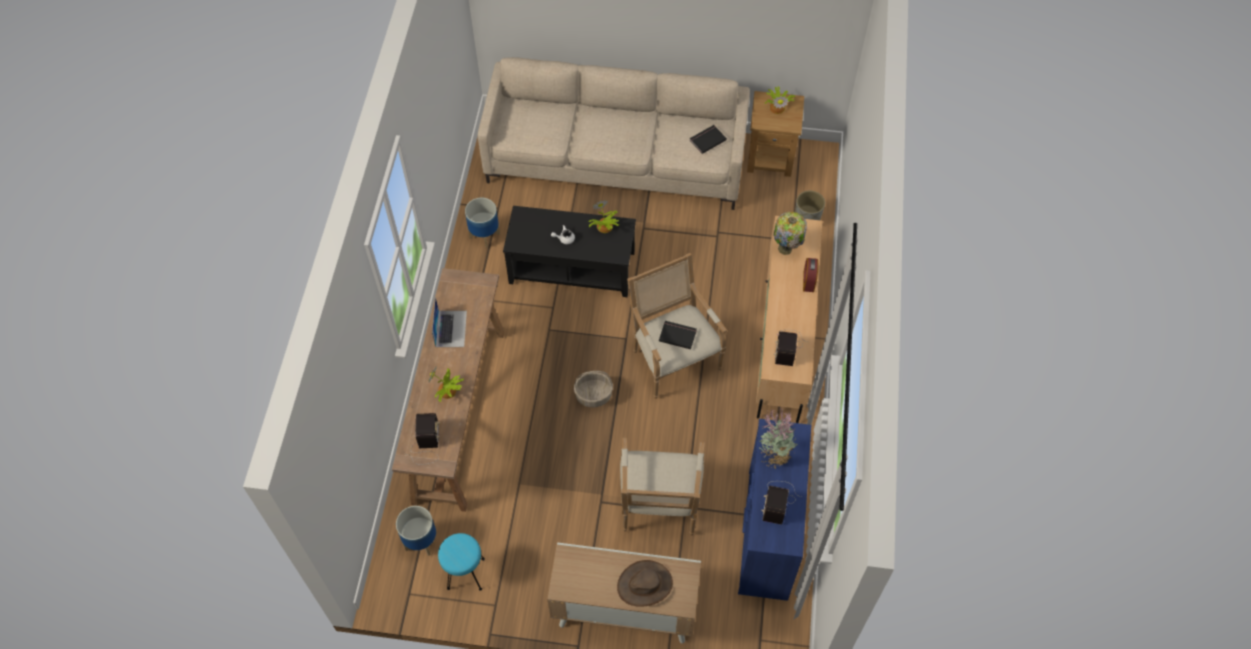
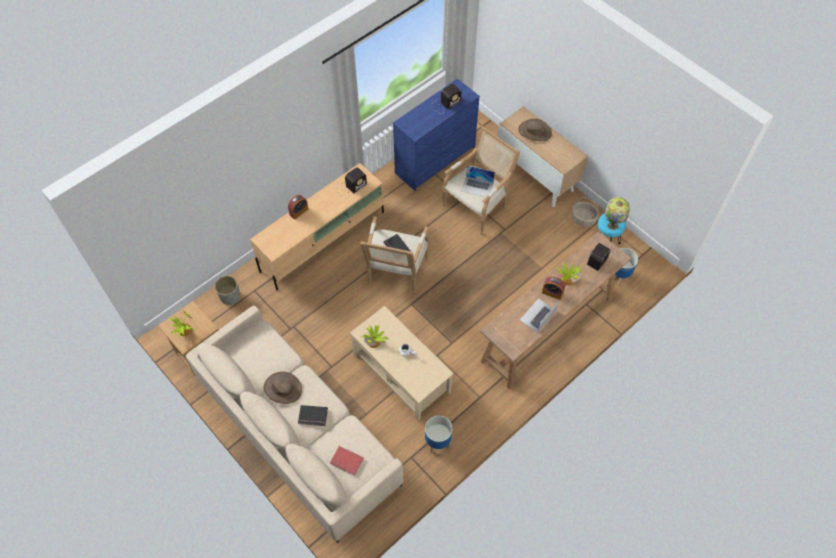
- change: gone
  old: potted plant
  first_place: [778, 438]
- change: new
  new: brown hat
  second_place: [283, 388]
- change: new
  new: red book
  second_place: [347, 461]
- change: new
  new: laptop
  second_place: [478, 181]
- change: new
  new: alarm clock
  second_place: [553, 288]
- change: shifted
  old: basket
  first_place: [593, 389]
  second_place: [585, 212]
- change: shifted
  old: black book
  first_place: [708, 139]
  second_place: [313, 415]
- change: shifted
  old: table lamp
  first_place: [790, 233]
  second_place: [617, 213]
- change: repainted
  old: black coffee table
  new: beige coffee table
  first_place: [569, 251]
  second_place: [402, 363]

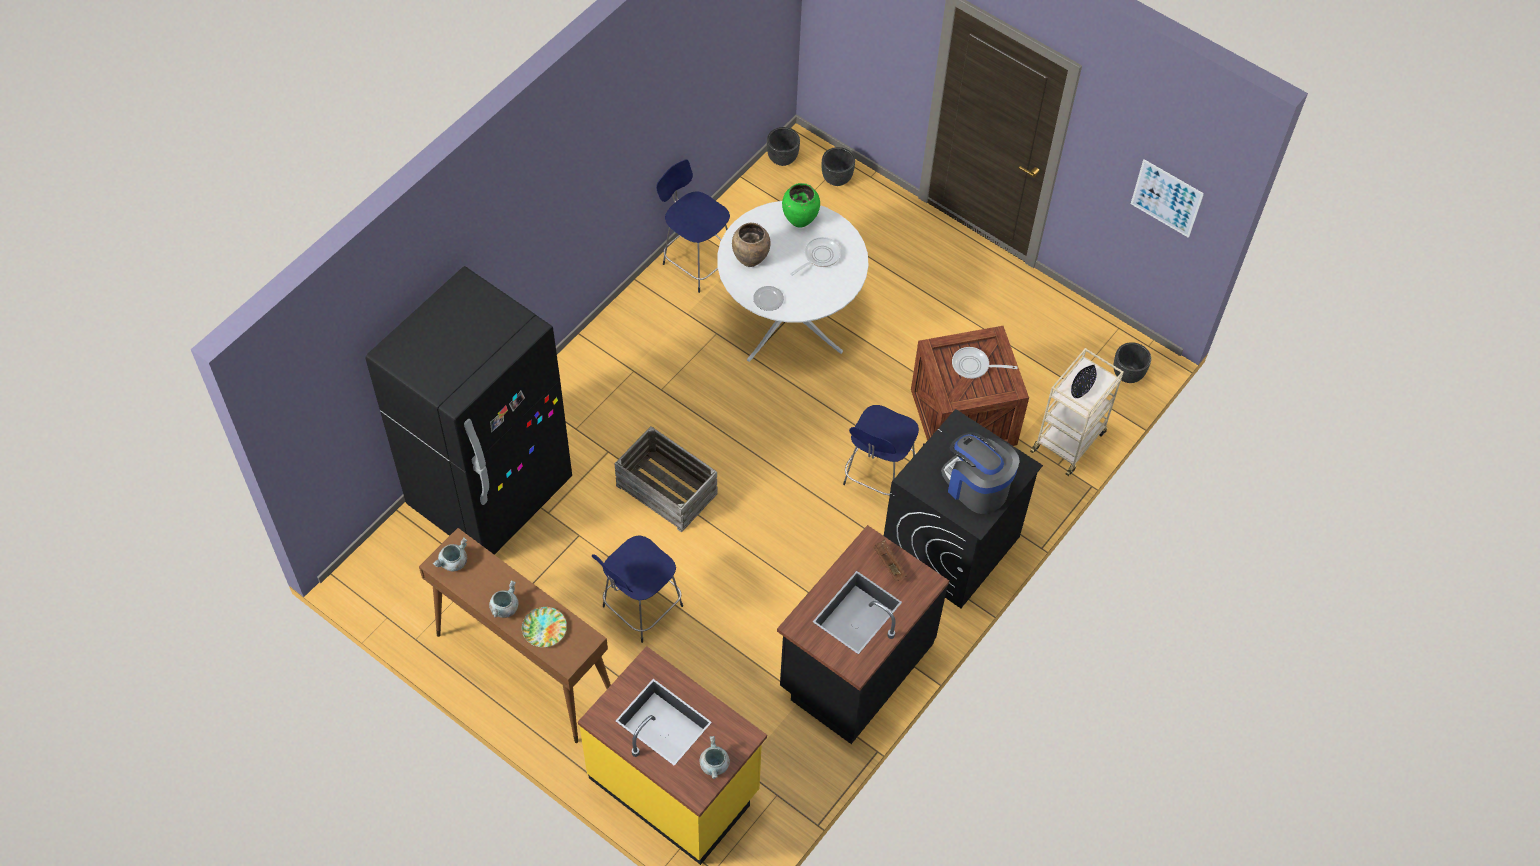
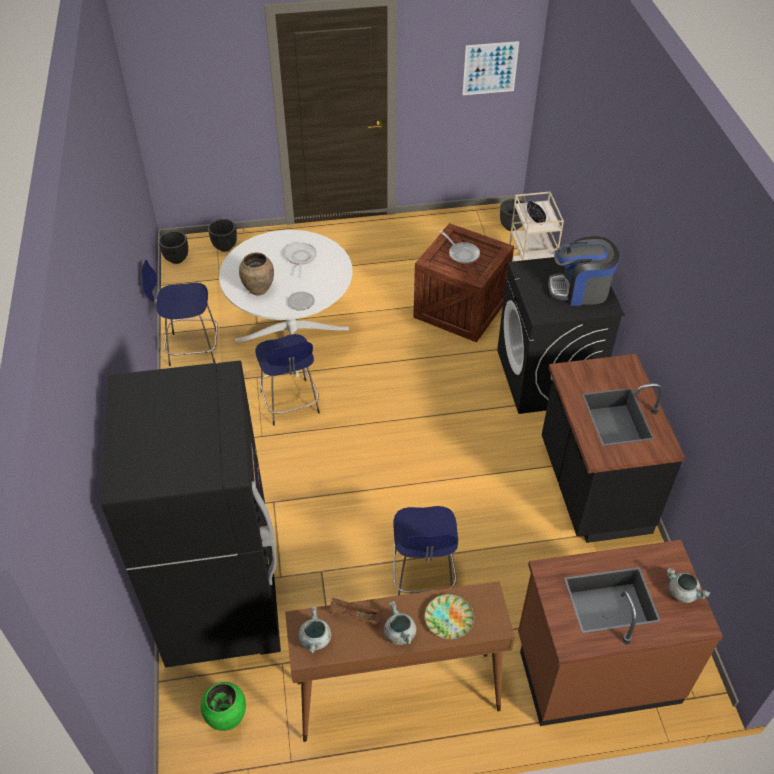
- change: gone
  old: crate
  first_place: [666, 479]
- change: shifted
  old: green vase
  first_place: [801, 205]
  second_place: [223, 706]
- change: shifted
  old: blue stool
  first_place: [881, 450]
  second_place: [287, 380]
- change: shifted
  old: brown tray
  first_place: [890, 560]
  second_place: [355, 611]
- change: repainted
  old: yellow counter
  new: brown counter
  first_place: [672, 755]
  second_place: [620, 633]
- change: rotated
  old: frying pan
  first_place: [984, 363]
  second_place: [459, 247]
  degrees: -90

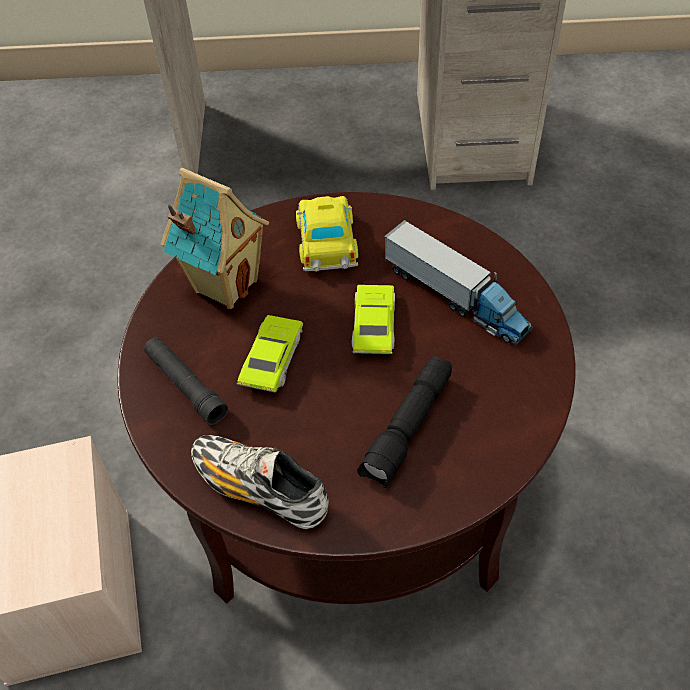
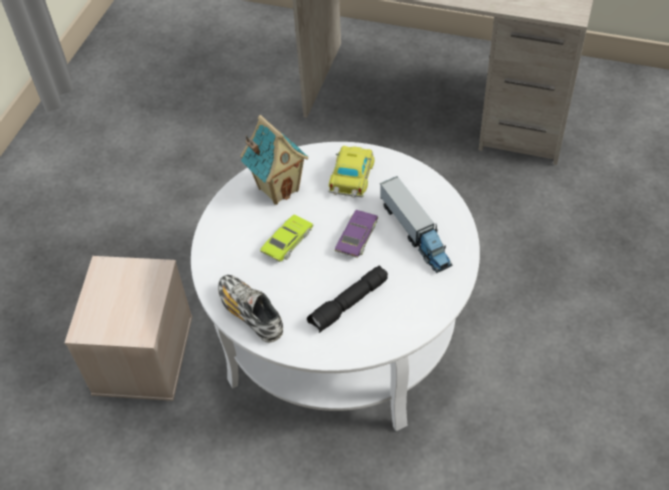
- change: gone
  old: black flashlight
  first_place: [186, 381]
- change: repainted
  old: brown coffee table
  new: white coffee table
  first_place: [346, 398]
  second_place: [335, 286]
- change: repainted
  old: green toy car
  new: purple toy car
  first_place: [373, 319]
  second_place: [356, 234]

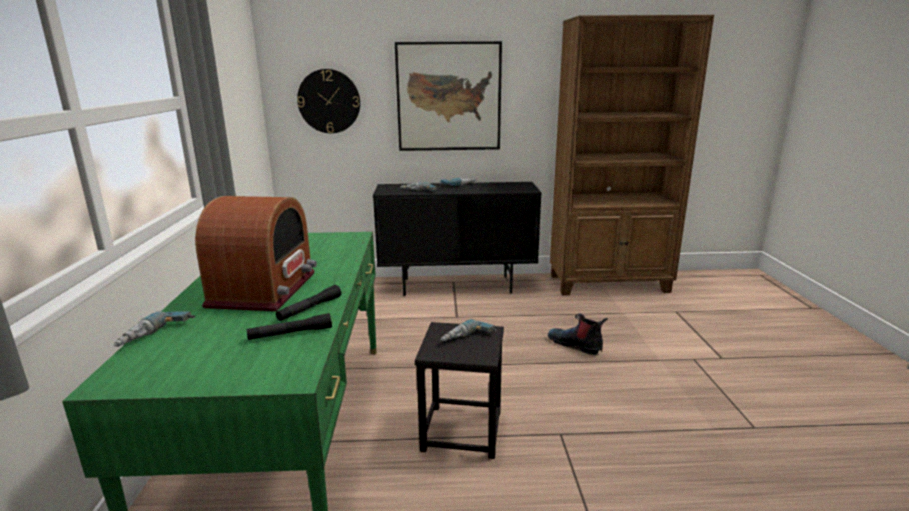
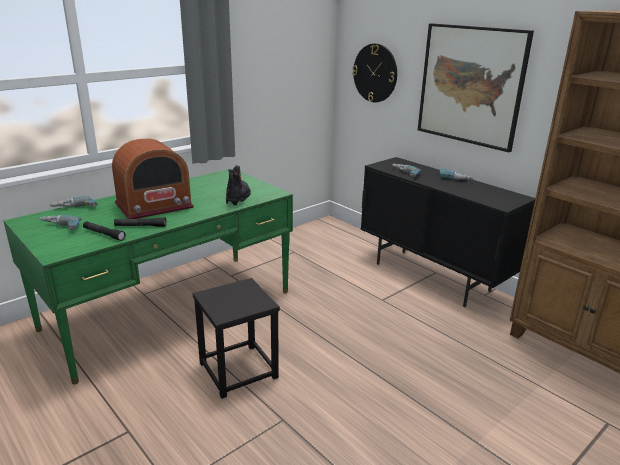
- change: shifted
  old: power drill
  first_place: [468, 330]
  second_place: [60, 222]
- change: shifted
  old: boot
  first_place: [578, 334]
  second_place: [238, 185]

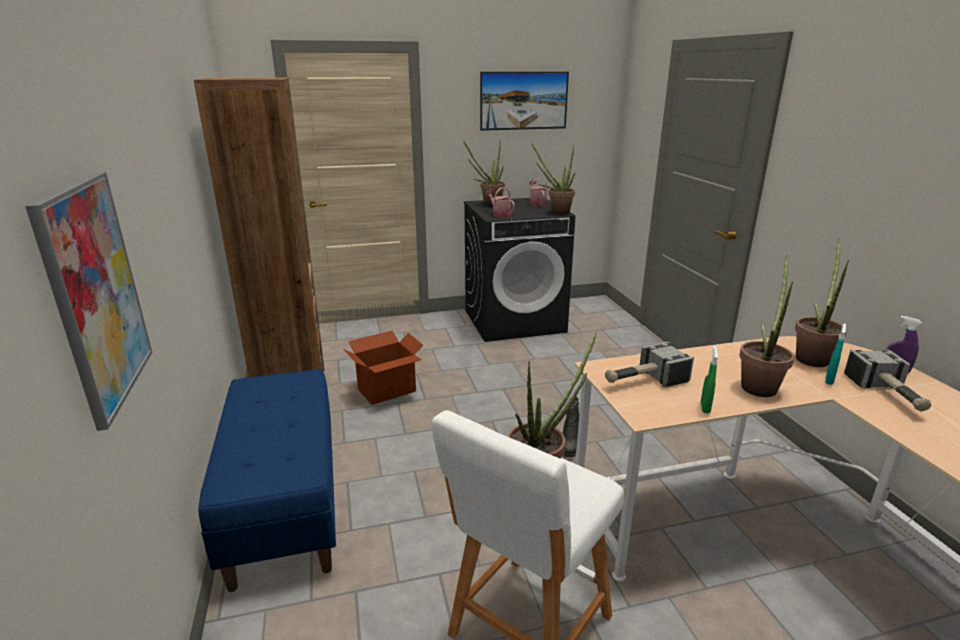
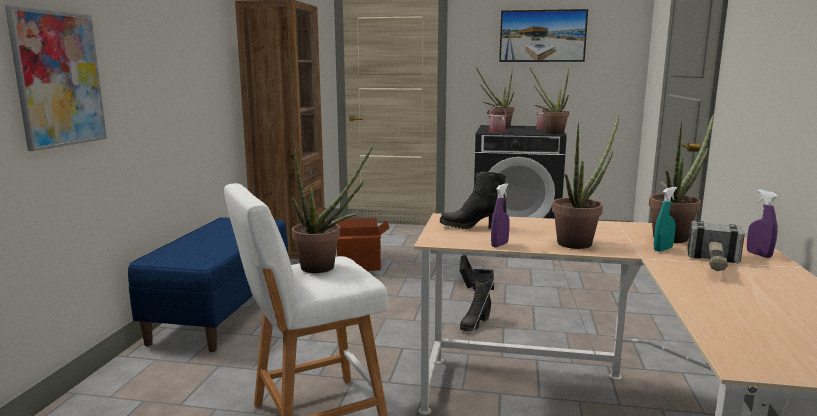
- change: new
  new: black storage box
  second_place: [476, 272]
- change: swapped
  old: hammer
  new: black boot
  first_place: [649, 364]
  second_place: [473, 200]
- change: repainted
  old: green spray bottle
  new: purple spray bottle
  first_place: [709, 379]
  second_place: [500, 215]

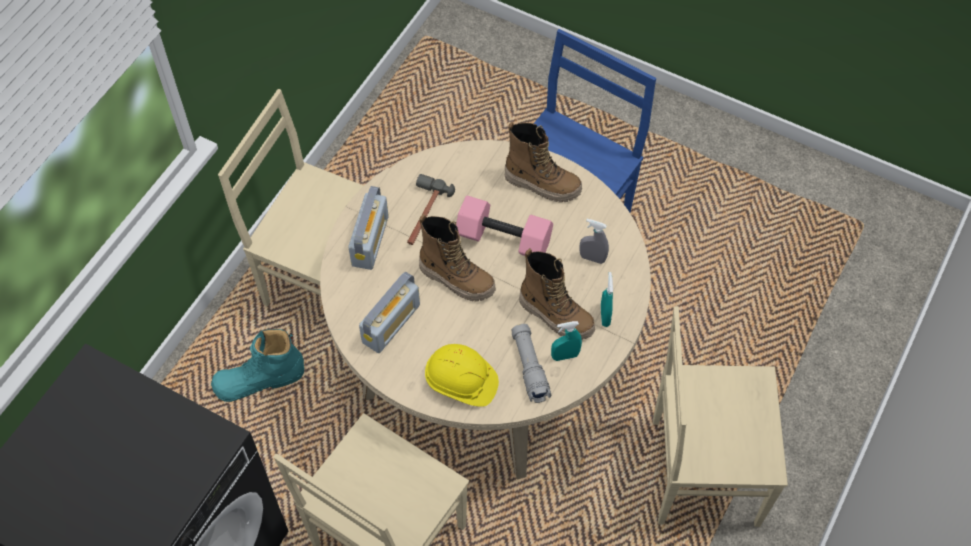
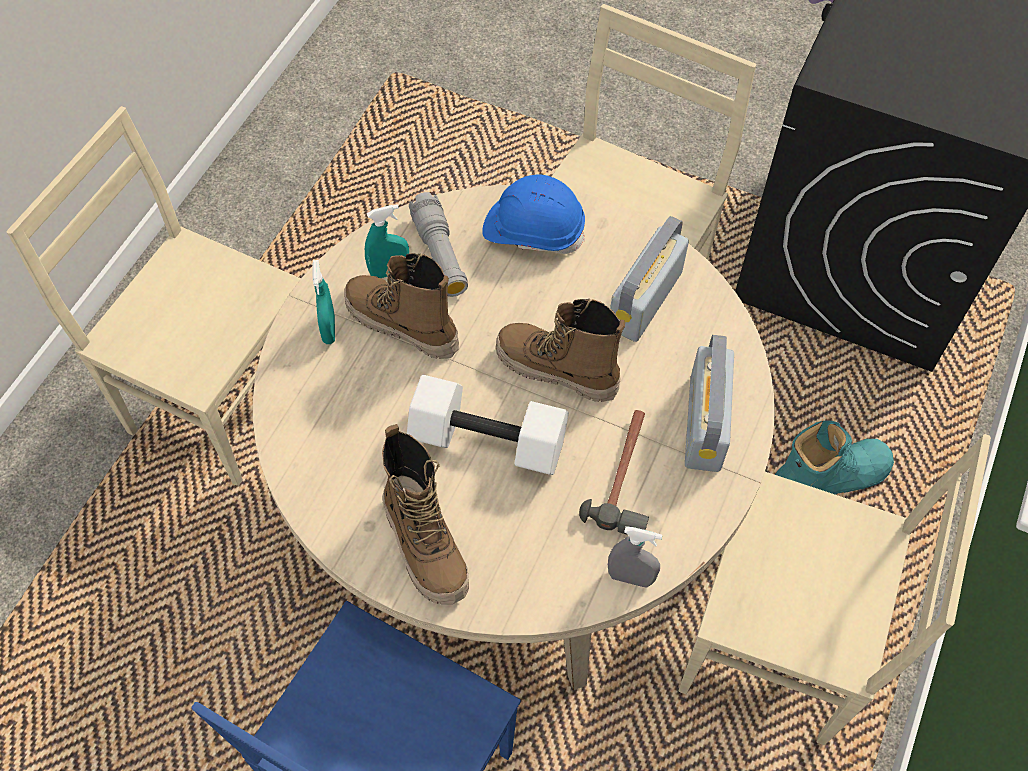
- change: shifted
  old: grey spray bottle
  first_place: [594, 241]
  second_place: [635, 557]
- change: repainted
  old: yellow hard hat
  new: blue hard hat
  first_place: [462, 375]
  second_place: [533, 214]
- change: repainted
  old: pink dumbbell
  new: white dumbbell
  first_place: [504, 226]
  second_place: [488, 425]
- change: rotated
  old: boot
  first_place: [543, 162]
  second_place: [425, 514]
  degrees: -135
- change: rotated
  old: beige chair
  first_place: [720, 416]
  second_place: [154, 296]
  degrees: -150

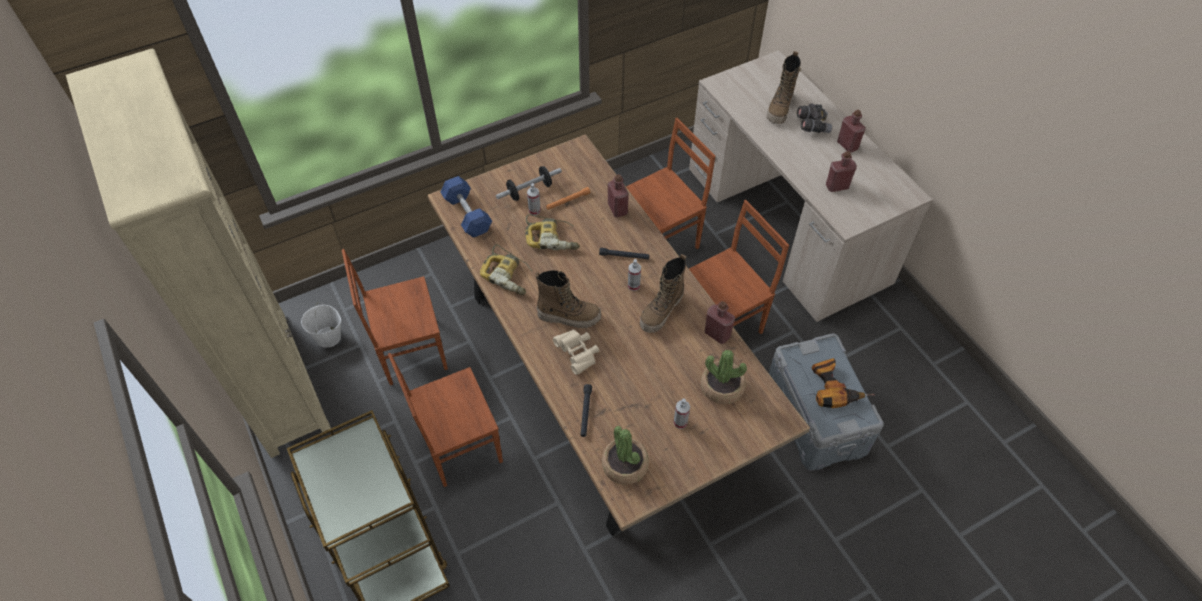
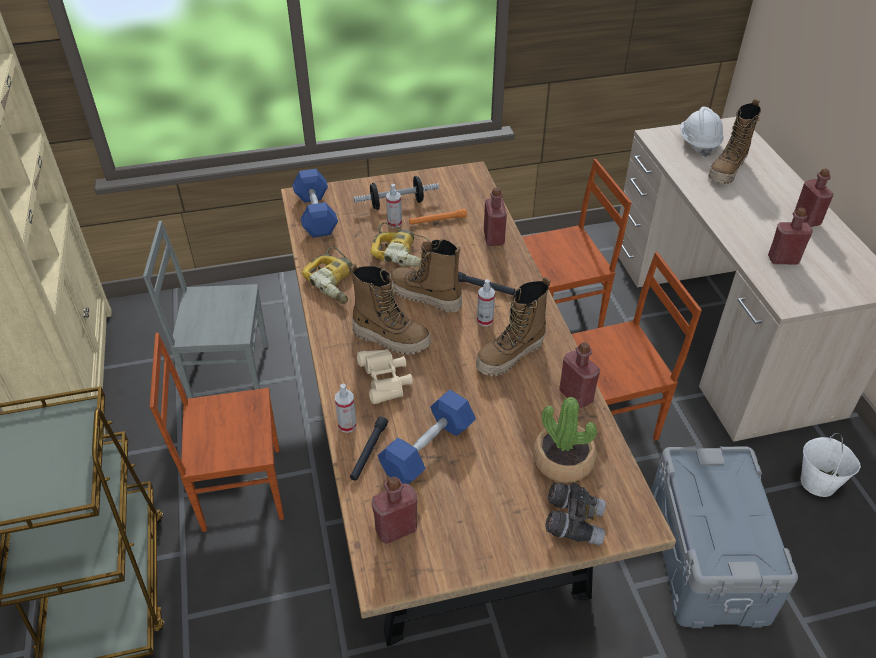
- change: gone
  old: power drill
  first_place: [843, 383]
- change: new
  new: blue dumbbell
  second_place: [427, 437]
- change: new
  new: boot
  second_place: [426, 275]
- change: new
  new: white hard hat
  second_place: [702, 131]
- change: shifted
  old: white bucket
  first_place: [321, 325]
  second_place: [831, 465]
- change: shifted
  old: spray bottle
  first_place: [681, 413]
  second_place: [346, 408]
- change: shifted
  old: grey binoculars
  first_place: [814, 118]
  second_place: [575, 514]
- change: swapped
  old: potted plant
  new: red bottle
  first_place: [625, 455]
  second_place: [394, 510]
- change: repainted
  old: brown chair
  new: grey chair
  first_place: [395, 317]
  second_place: [205, 310]

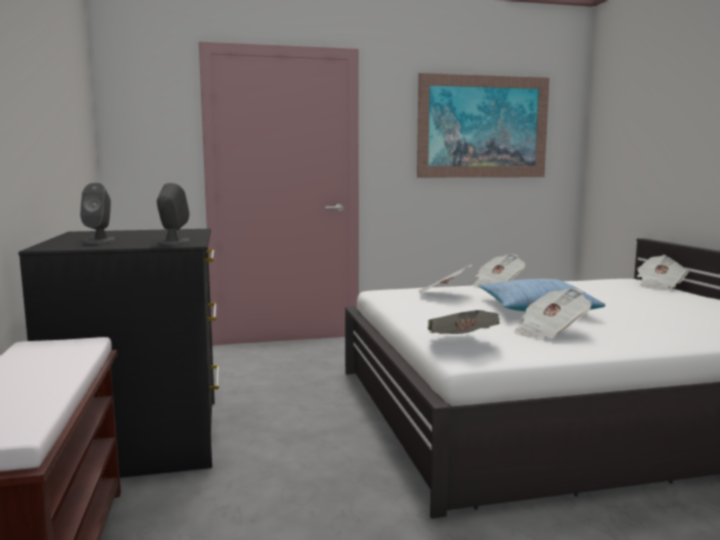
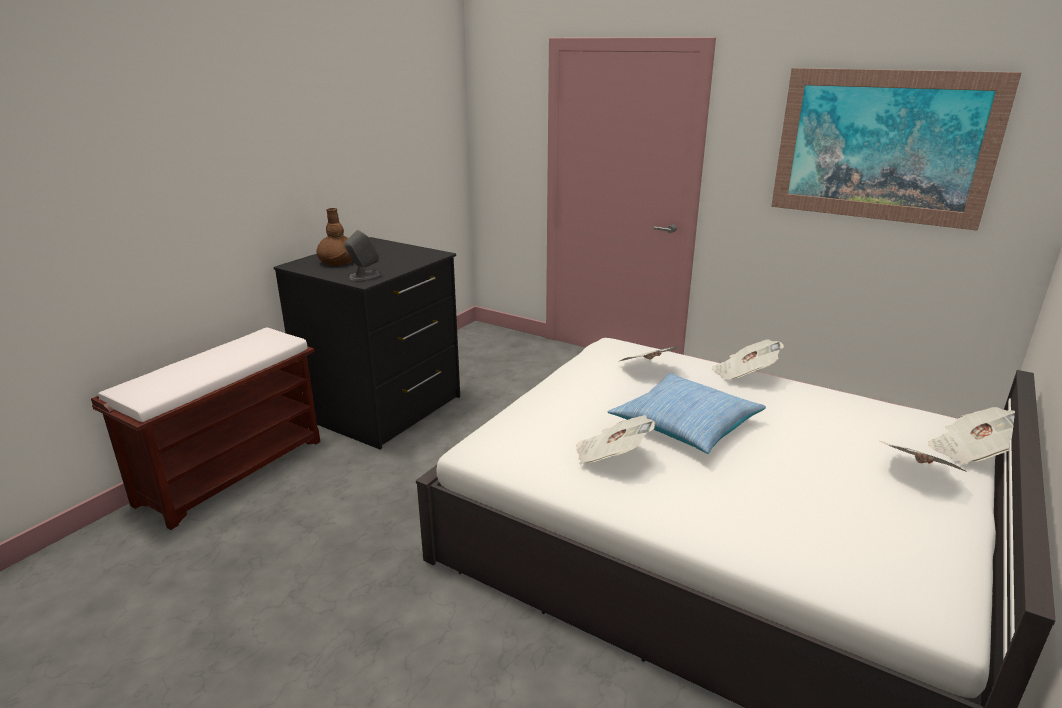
- change: shifted
  old: newspaper
  first_place: [464, 322]
  second_place: [923, 456]
- change: swapped
  old: grey speaker
  new: brown vase
  first_place: [97, 213]
  second_place: [334, 237]

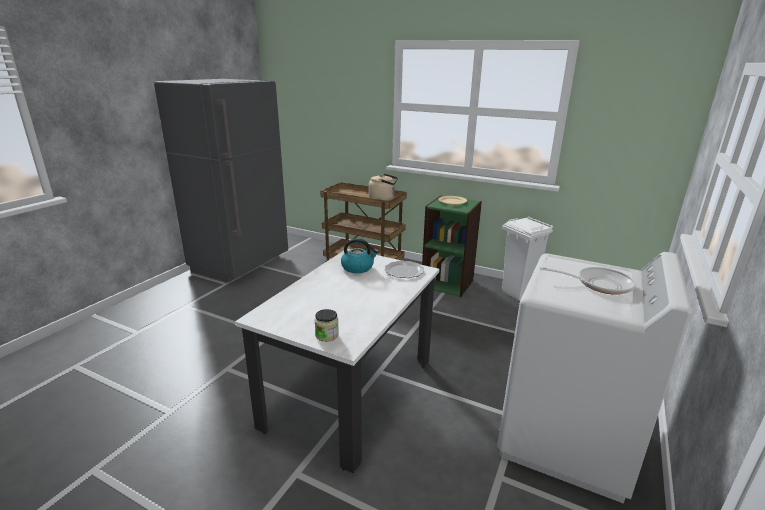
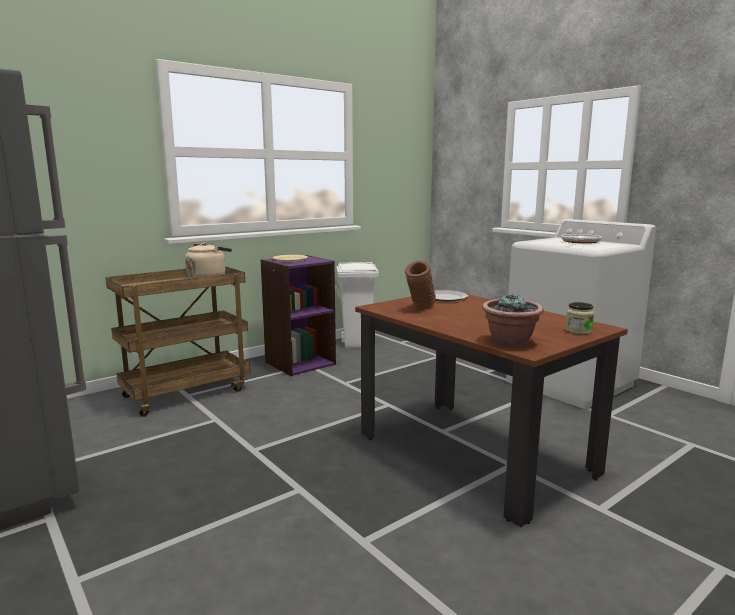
- change: new
  new: potted plant
  second_place: [513, 320]
- change: swapped
  old: kettle
  new: brown vase
  first_place: [360, 255]
  second_place: [420, 284]
- change: repainted
  old: white dining table
  new: brown dining table
  first_place: [337, 361]
  second_place: [491, 410]
- change: repainted
  old: green bookcase
  new: purple bookcase
  first_place: [452, 246]
  second_place: [298, 315]

